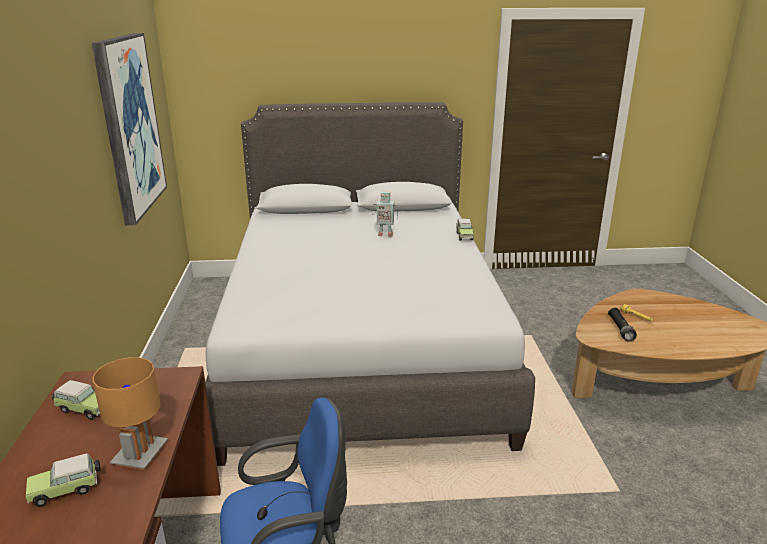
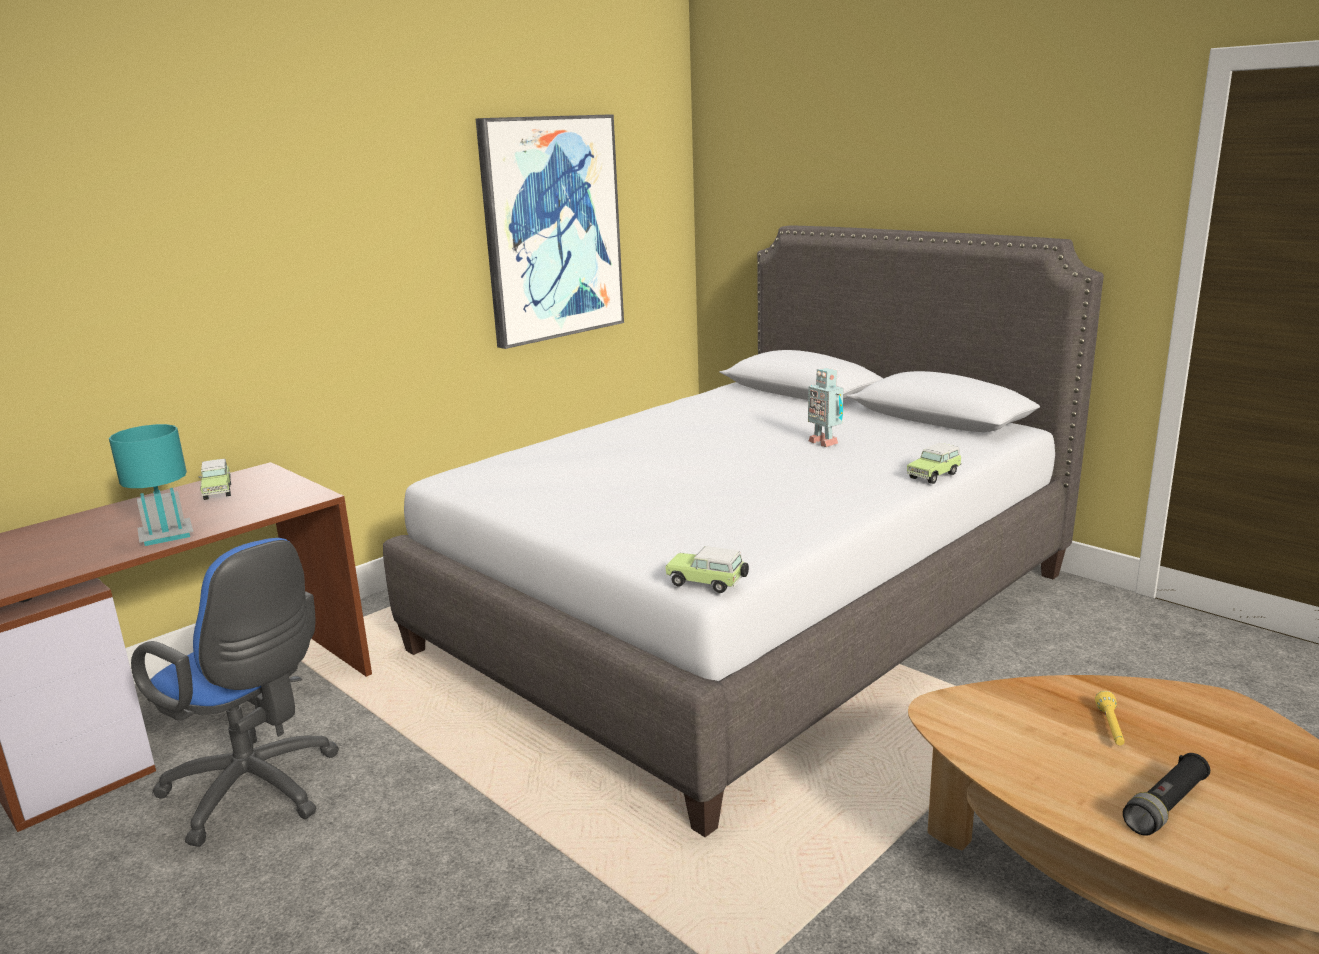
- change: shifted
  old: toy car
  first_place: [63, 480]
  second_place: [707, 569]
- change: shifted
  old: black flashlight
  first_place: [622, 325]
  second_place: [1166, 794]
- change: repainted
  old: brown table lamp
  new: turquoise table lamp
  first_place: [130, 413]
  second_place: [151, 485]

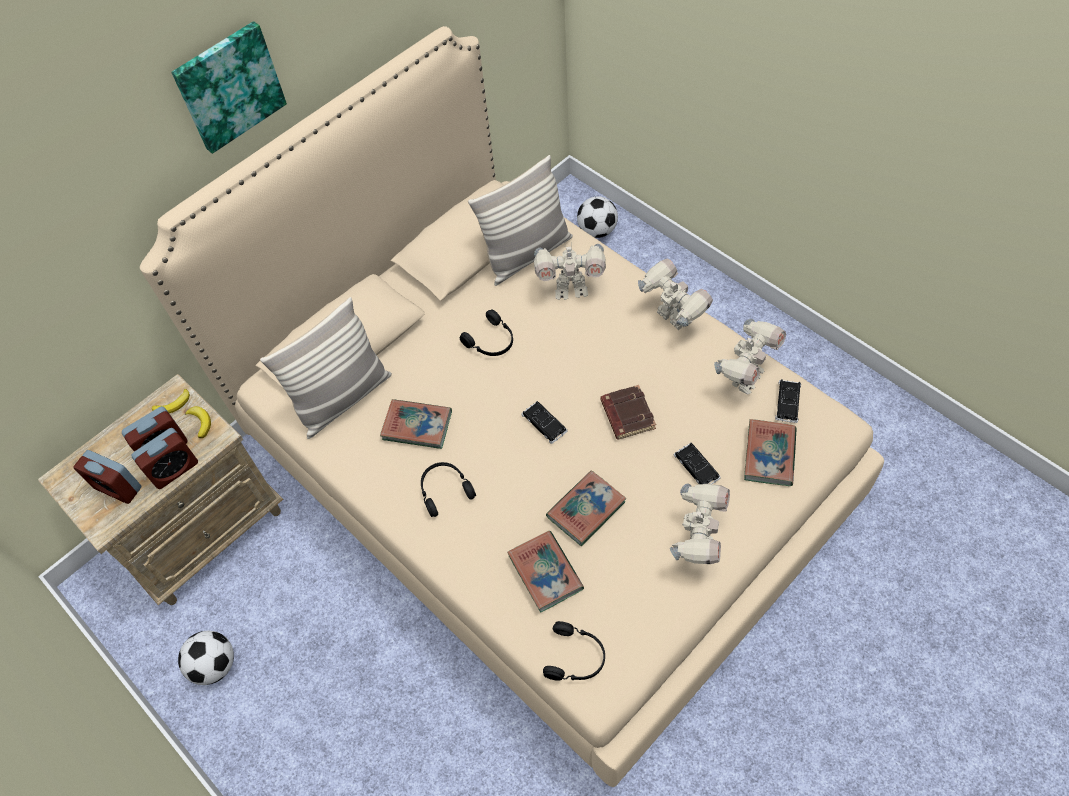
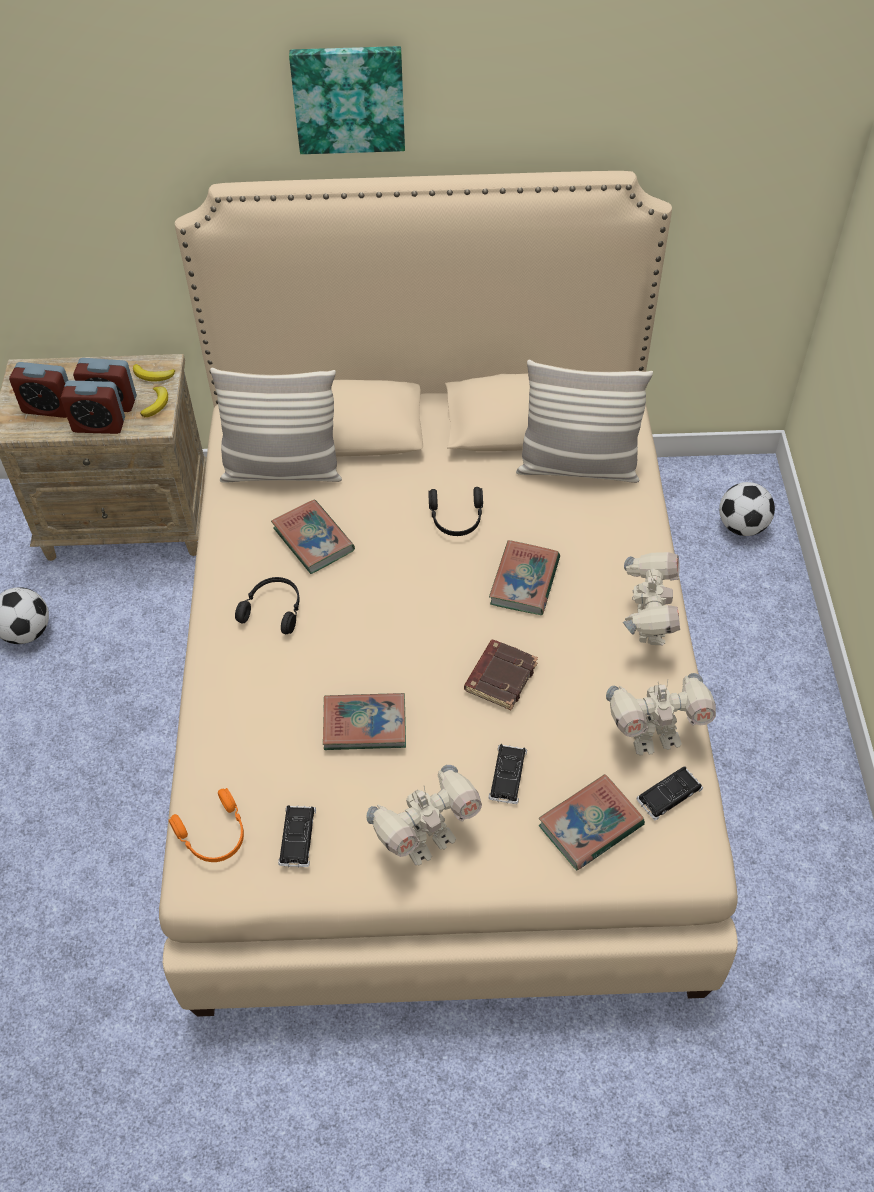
- change: gone
  old: toy robot
  first_place: [570, 272]
- change: shifted
  old: book
  first_place: [545, 572]
  second_place: [524, 577]
- change: shifted
  old: black toy car
  first_place: [544, 422]
  second_place: [297, 836]
- change: repainted
  old: black headphones
  new: orange headphones
  first_place: [574, 651]
  second_place: [206, 825]
- change: rotated
  old: alarm clock
  first_place: [107, 477]
  second_place: [39, 390]
  degrees: -60

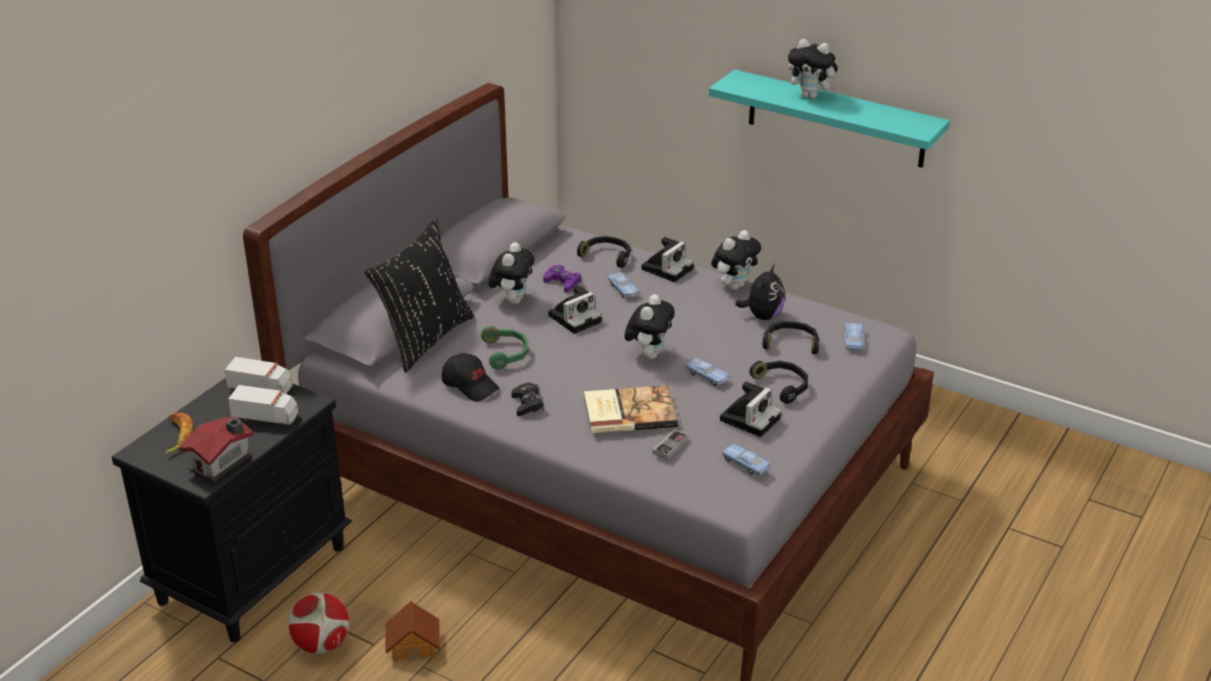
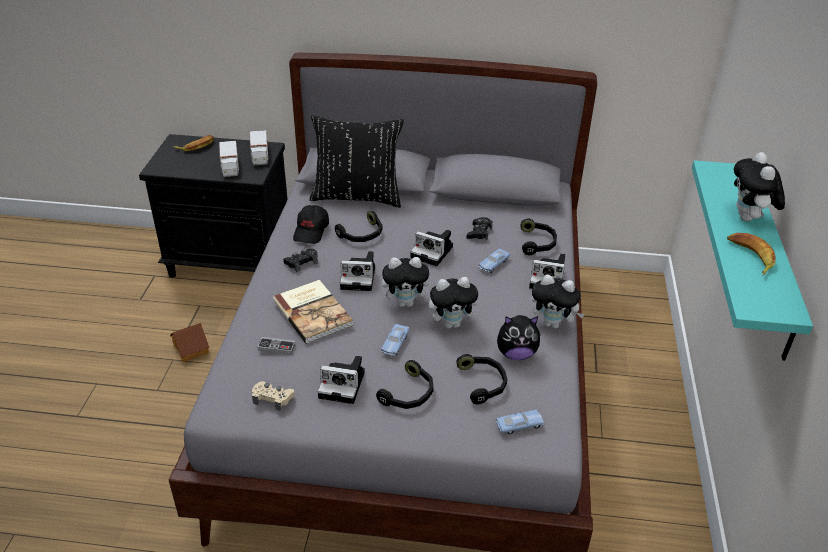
- change: gone
  old: toy house
  first_place: [216, 449]
- change: gone
  old: football
  first_place: [318, 623]
- change: new
  new: photo camera
  second_place: [357, 271]
- change: new
  new: banana
  second_place: [751, 254]
- change: shifted
  old: plush toy
  first_place: [511, 273]
  second_place: [455, 302]
- change: swapped
  old: blue toy car
  new: beige game controller
  first_place: [746, 459]
  second_place: [273, 396]
- change: repainted
  old: green headphones
  new: black headphones
  first_place: [505, 348]
  second_place: [359, 226]
- change: repainted
  old: purple game controller
  new: black game controller
  first_place: [562, 279]
  second_place: [480, 229]

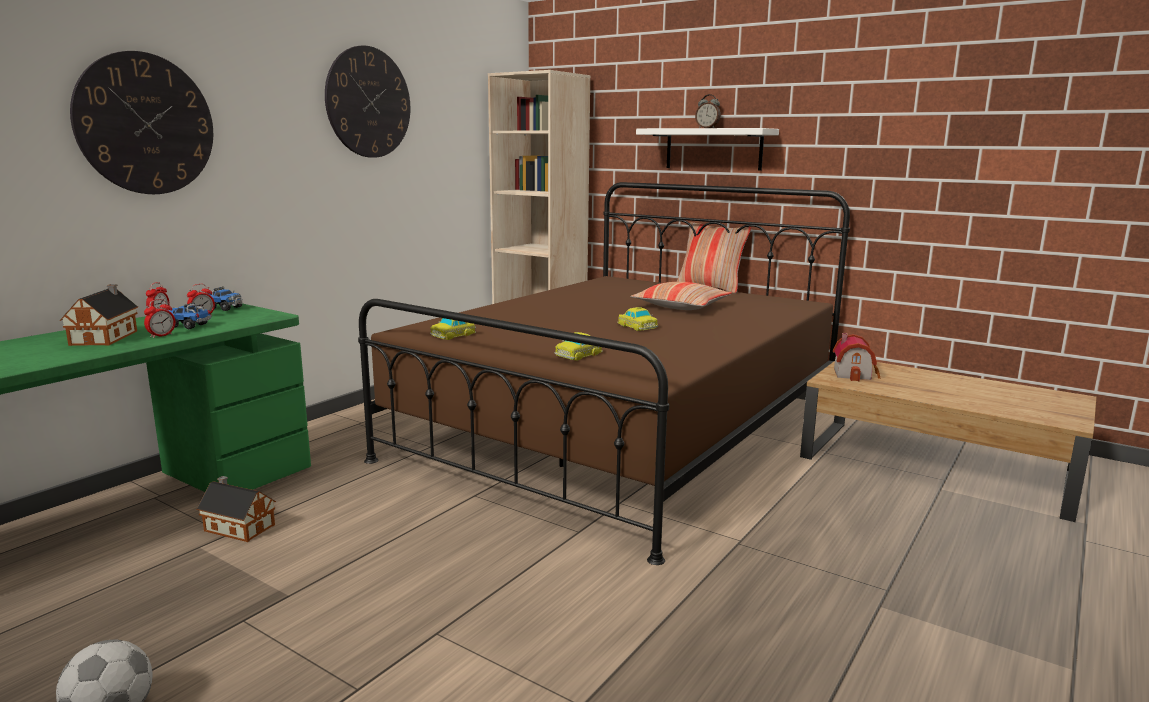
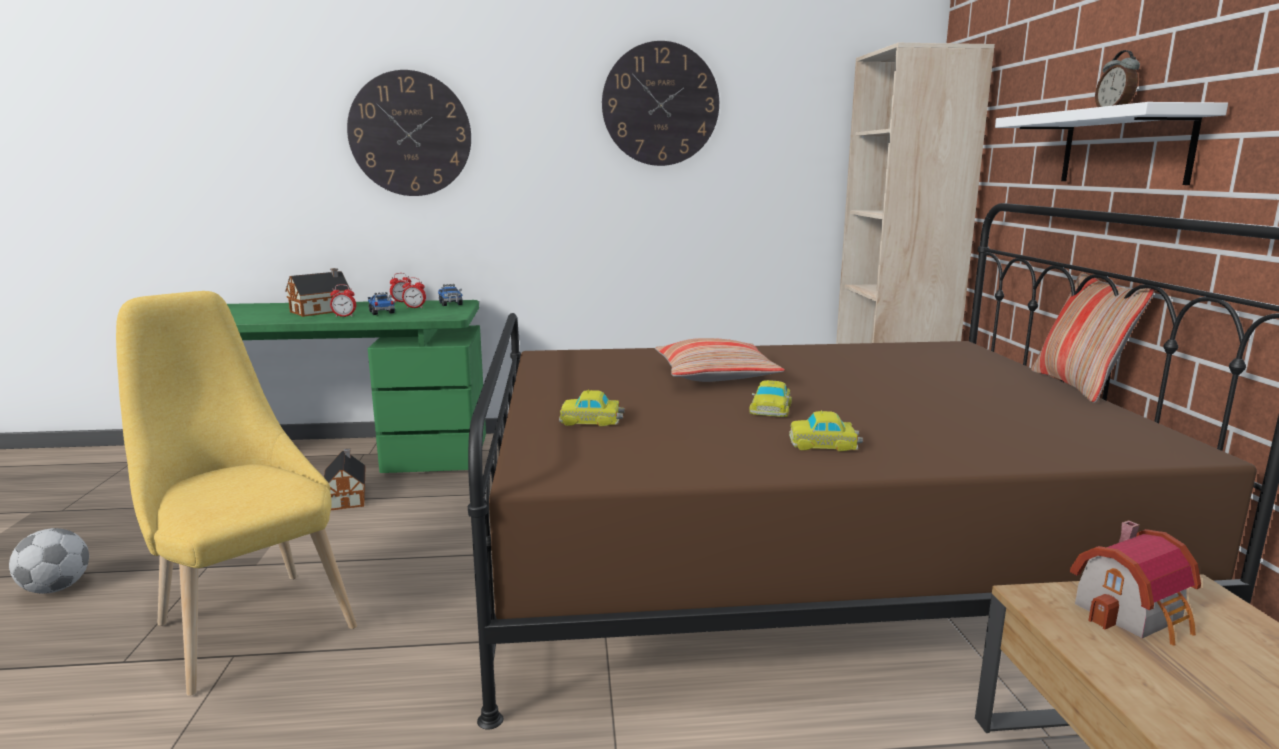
- change: new
  new: yellow chair
  second_place: [236, 493]
- change: shifted
  old: toy car
  first_place: [453, 329]
  second_place: [826, 430]
- change: shifted
  old: pillow
  first_place: [681, 296]
  second_place: [720, 360]

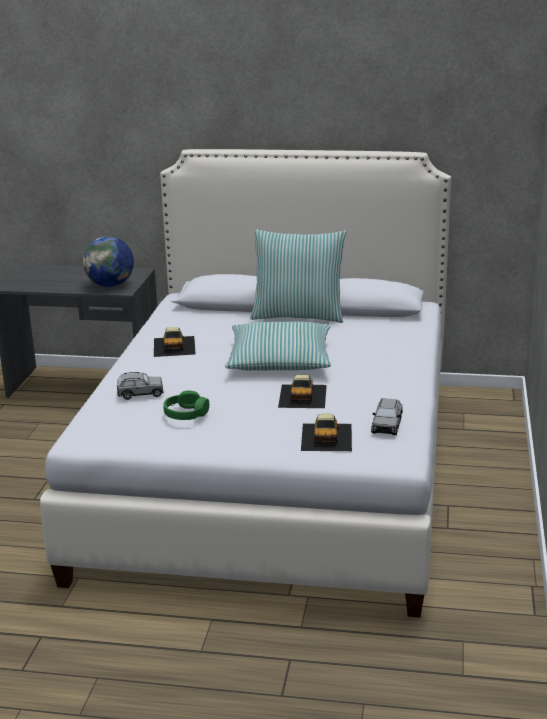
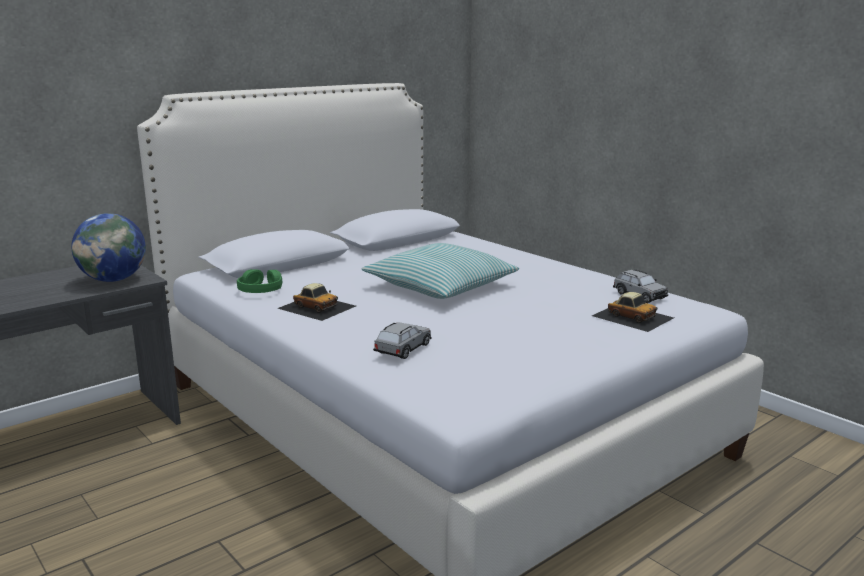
- change: gone
  old: pillow
  first_place: [298, 276]
- change: gone
  old: toy car
  first_place: [302, 391]
- change: shifted
  old: green headphones
  first_place: [186, 405]
  second_place: [259, 281]

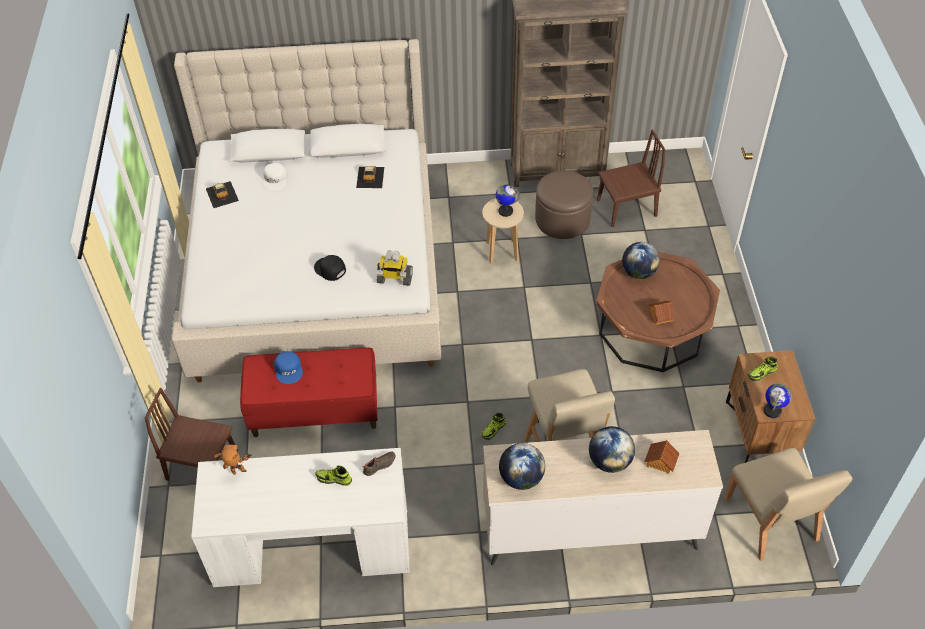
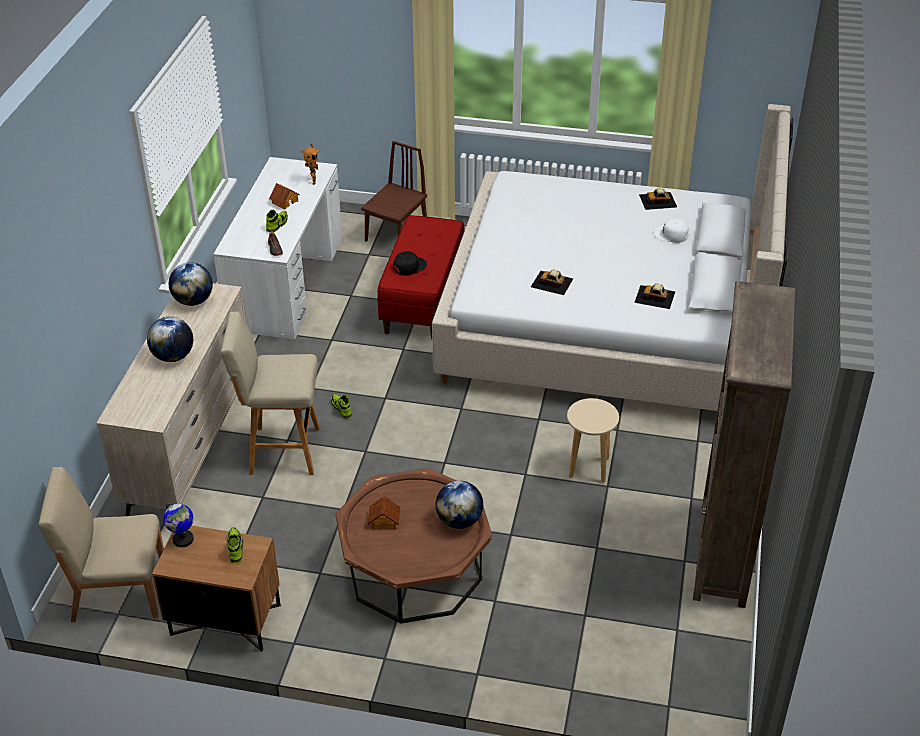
- change: gone
  old: blue cap
  first_place: [288, 367]
- change: gone
  old: toy robot
  first_place: [395, 268]
- change: gone
  old: globe
  first_place: [508, 201]
- change: gone
  old: brown ottoman
  first_place: [564, 204]
- change: gone
  old: brown chair
  first_place: [631, 178]
- change: new
  new: toy car
  second_place: [552, 282]
- change: shifted
  old: black cap
  first_place: [330, 268]
  second_place: [410, 263]
- change: shifted
  old: toy house
  first_place: [662, 457]
  second_place: [284, 196]

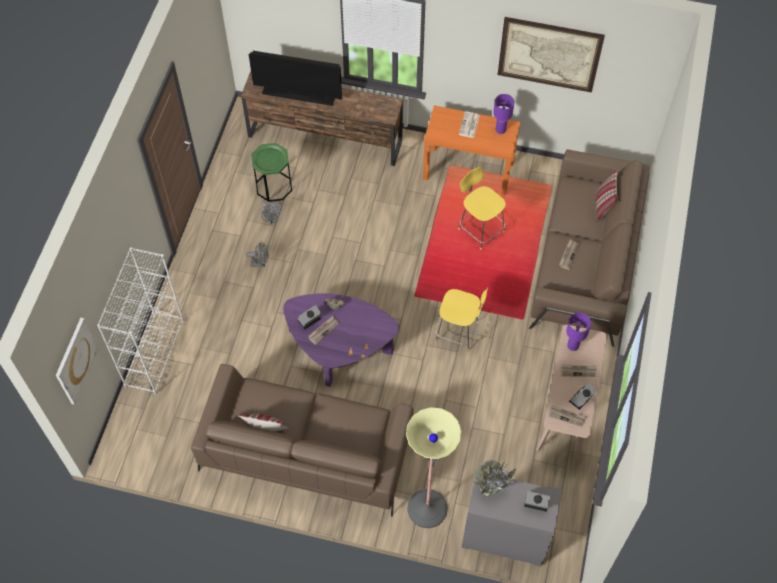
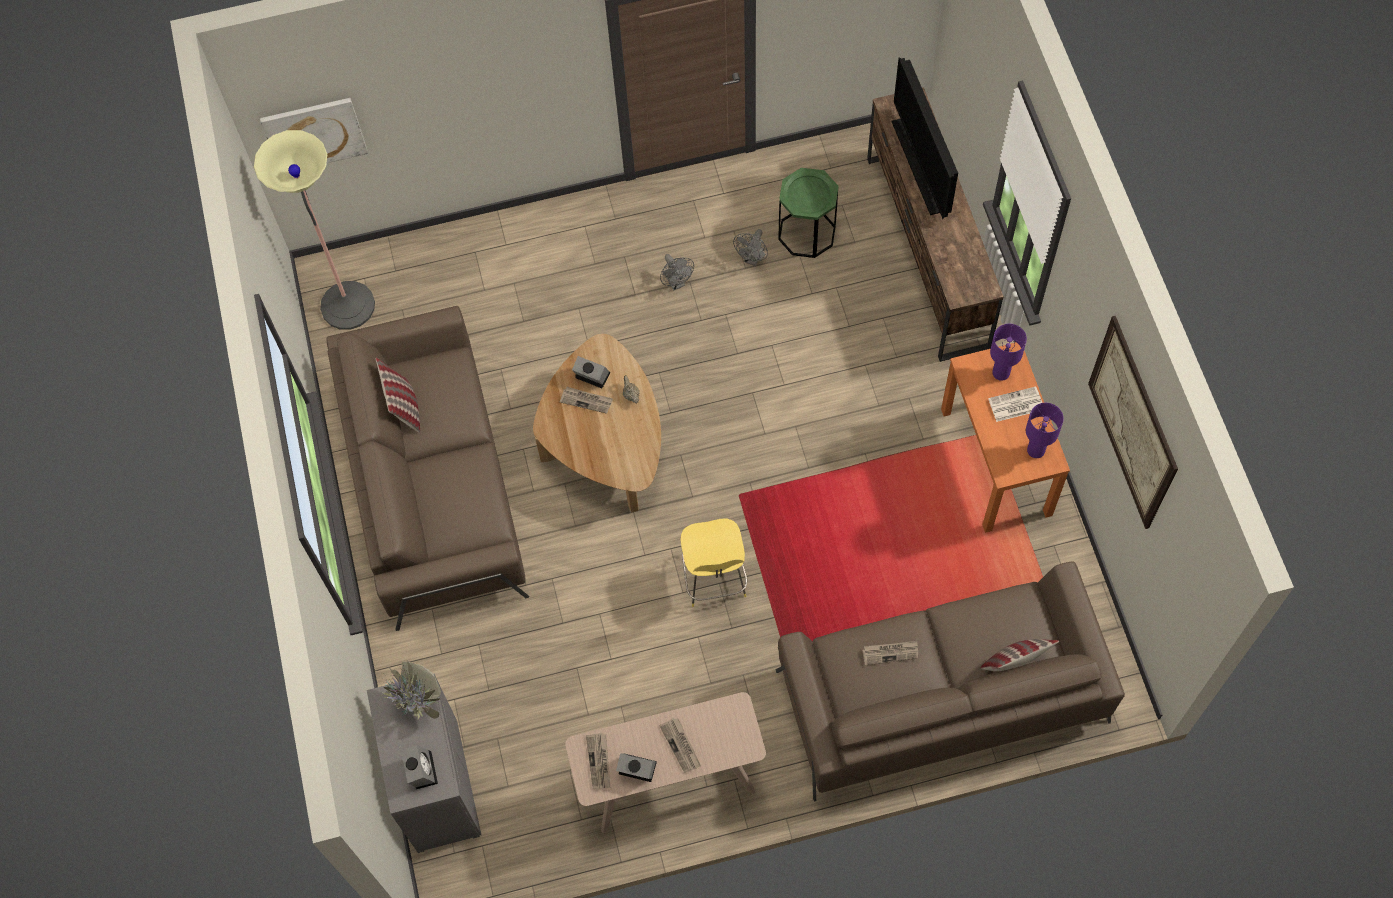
- change: gone
  old: white bookcase
  first_place: [140, 321]
- change: gone
  old: yellow stool
  first_place: [482, 208]
- change: shifted
  old: floor lamp
  first_place: [434, 467]
  second_place: [314, 230]
- change: shifted
  old: purple table lamp
  first_place: [578, 332]
  second_place: [1008, 352]
- change: repainted
  old: purple coffee table
  new: brown coffee table
  first_place: [341, 340]
  second_place: [597, 423]

